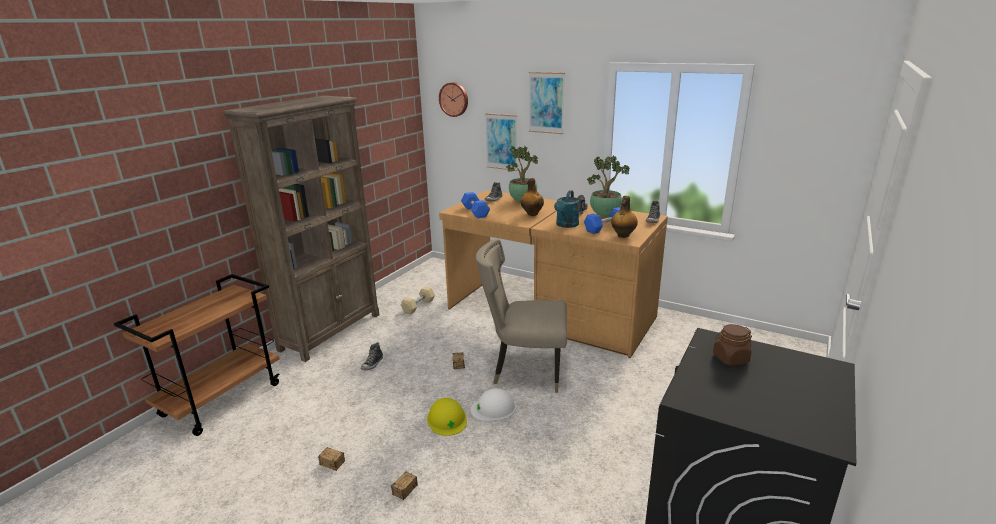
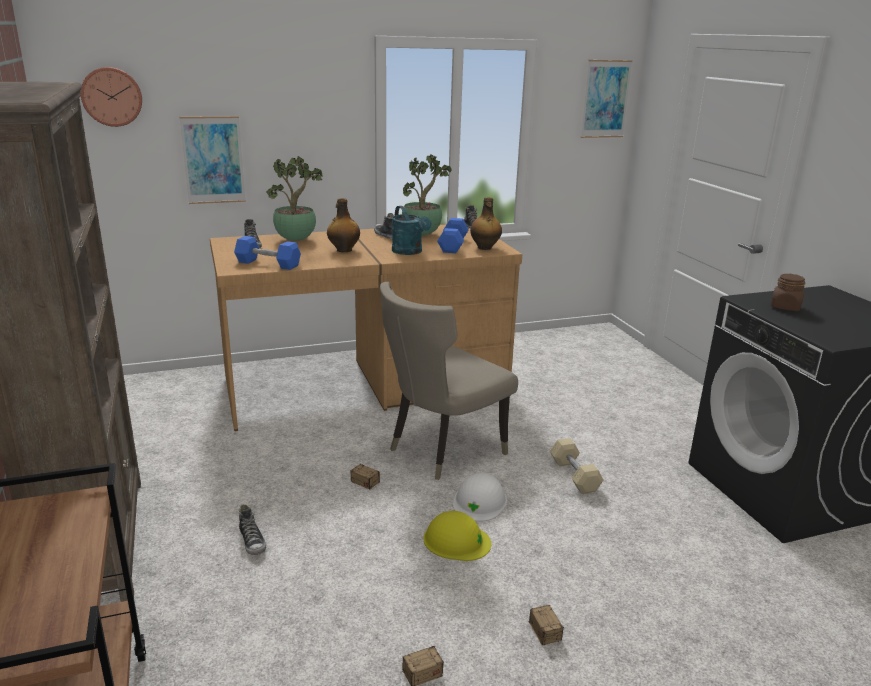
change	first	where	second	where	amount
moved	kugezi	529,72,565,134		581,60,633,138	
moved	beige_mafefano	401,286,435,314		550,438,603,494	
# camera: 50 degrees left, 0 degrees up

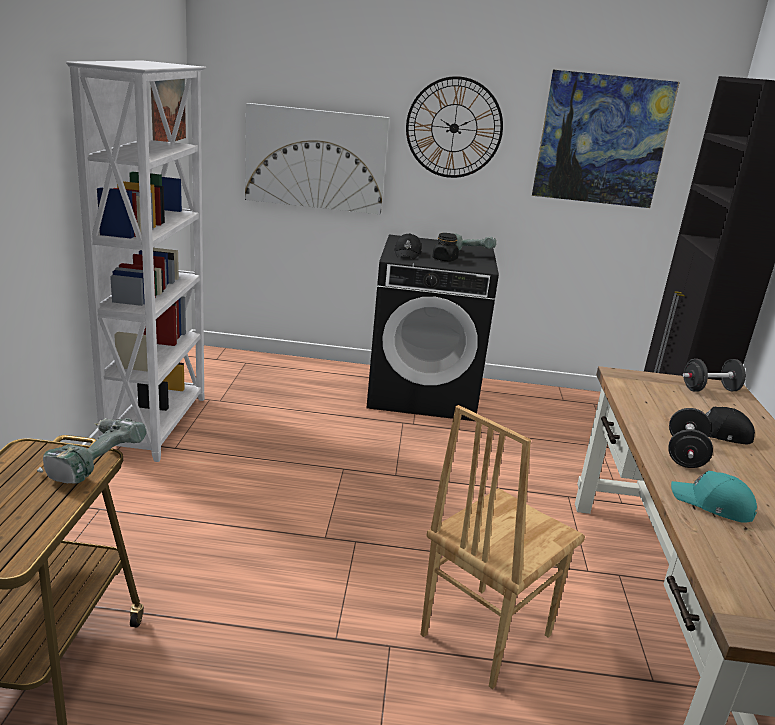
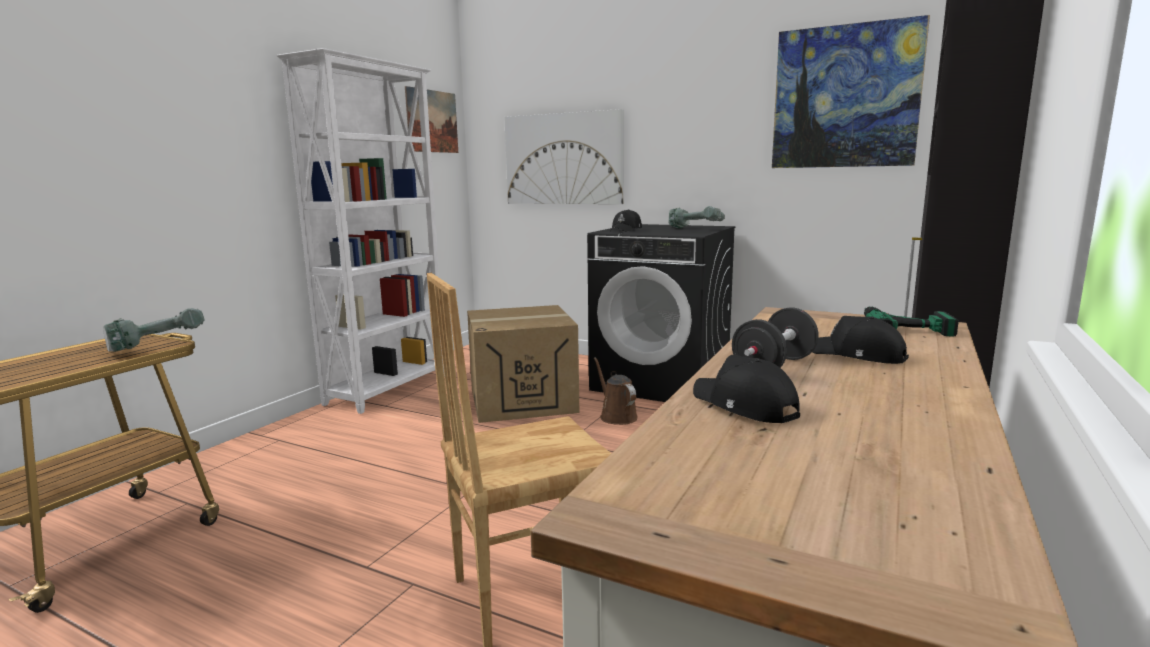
change	first	where	second	where	amount
removed	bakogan	406,76,503,178			
removed	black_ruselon	432,233,459,262			
replaced	black_mafefano	683,359,746,392	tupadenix	864,306,959,336	
recoloured	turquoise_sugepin	671,471,757,523	black_sugepin	693,355,800,423	
added			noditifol	467,305,579,423	
added			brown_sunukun	594,357,638,425	
# camera: 25 degrees right, 10 degrees down

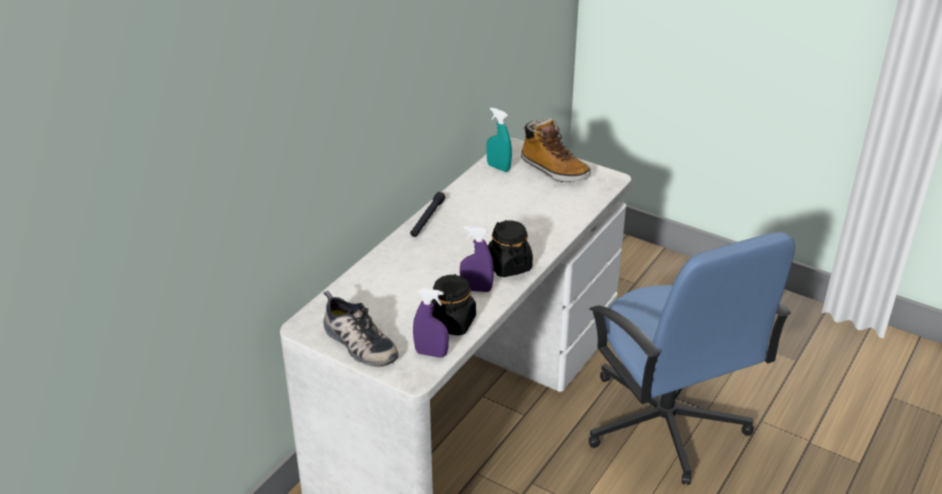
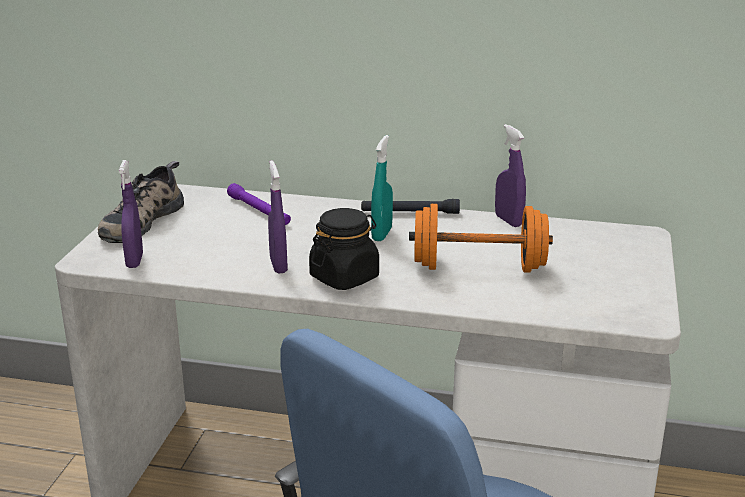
change	first	where	second	where	amount
moved	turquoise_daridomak	486,107,512,172		371,135,393,241	
removed	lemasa	521,118,591,182			
removed	black_ruselon	431,274,476,336			
added			purple_daridomak	495,124,526,227	
added			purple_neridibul	227,183,291,225	
added			orange_mafefano	409,204,553,273	
# camera: 70 degrees right, 10 degrees down

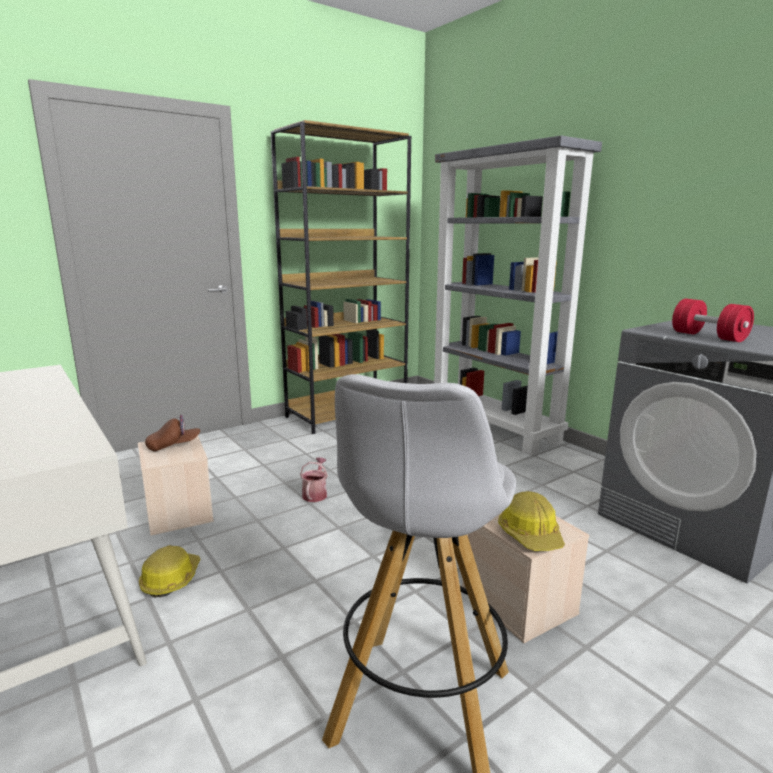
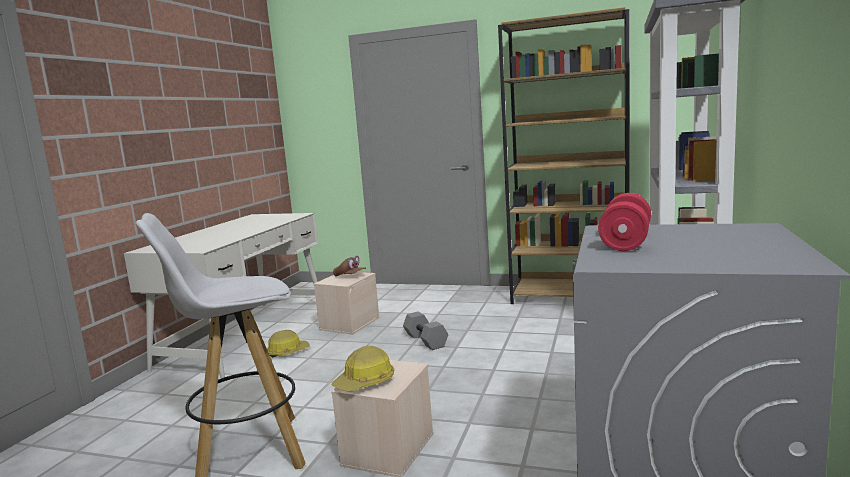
change	first	where	second	where	amount
replaced	sunukun	300,457,328,502	grey_mafefano	403,312,448,350	
# camera: 55 degrees right, 5 degrees down

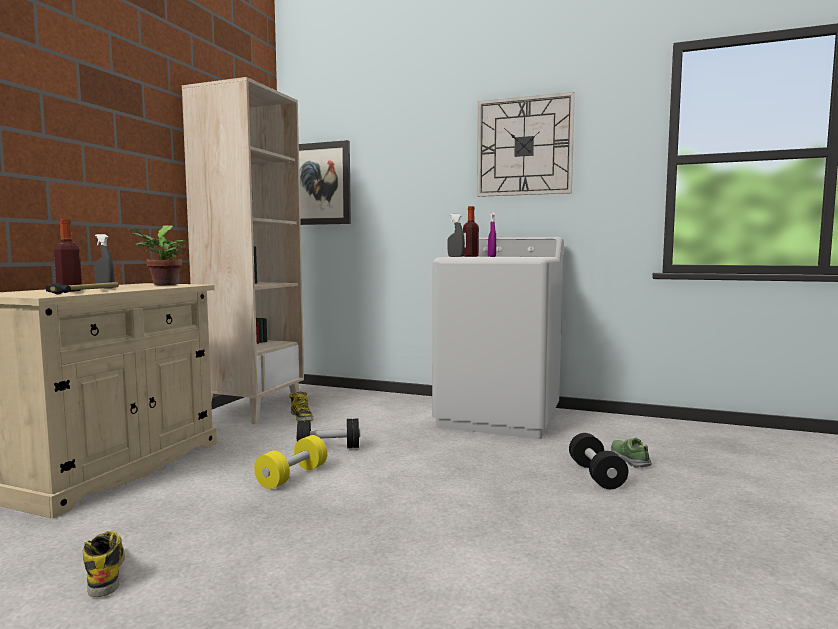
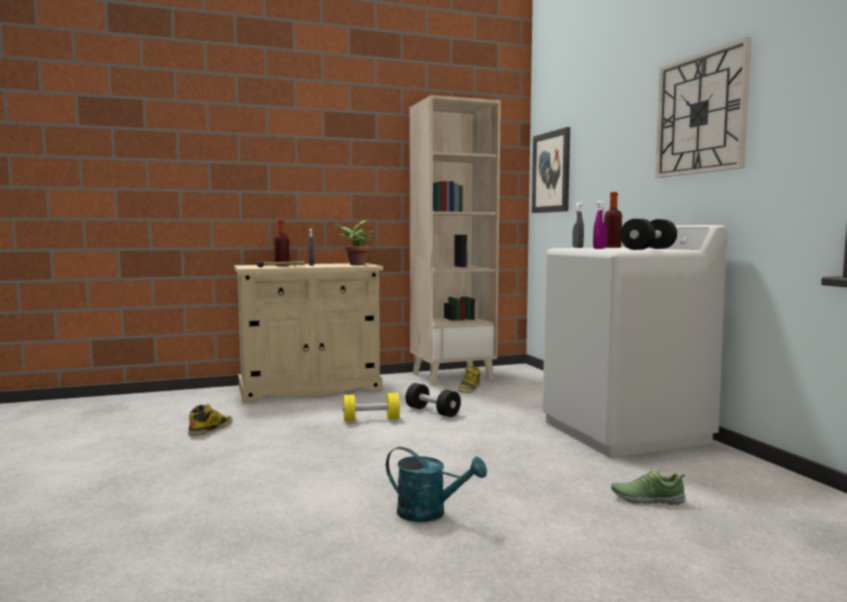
change	first	where	second	where	amount
moved	black_mafefano	569,433,628,489		620,219,677,250	
turned	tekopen	611,437,652,468		611,470,686,505	120 degrees counterclockwise
added			turquoise_sunukun	386,447,487,522	
# camera: 50 degrees right, 0 degrees up

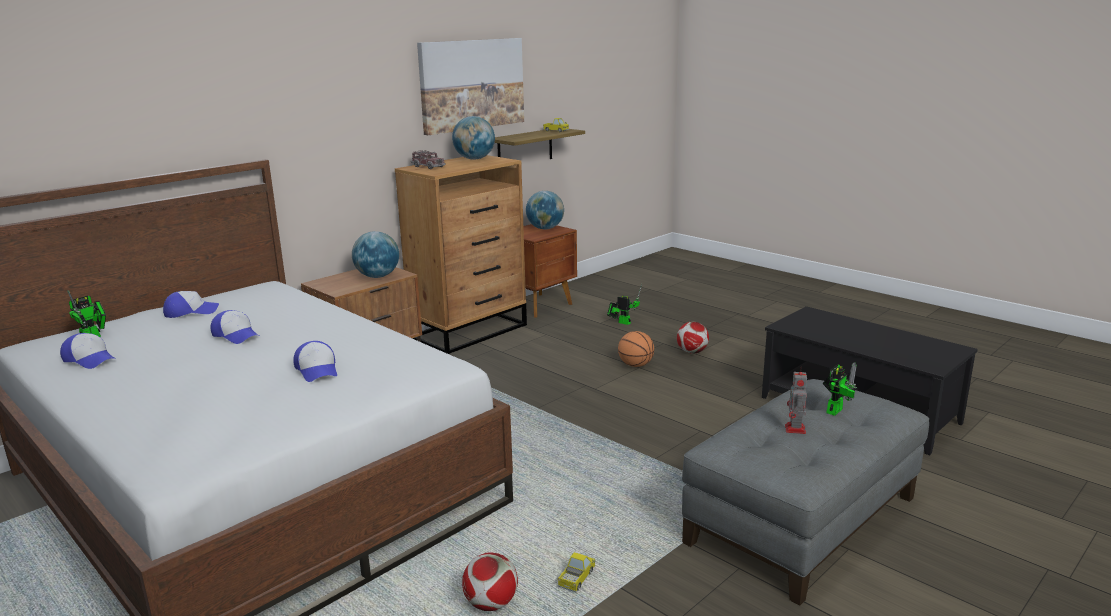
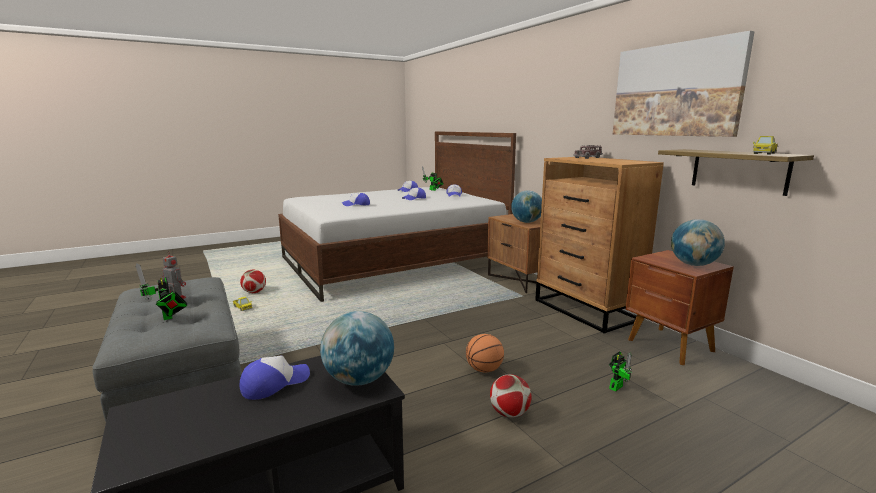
change	first	where	second	where	amount
moved	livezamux	452,116,495,160		320,311,394,386	
added			sugepin	239,355,310,400	
# camera: 105 degrees right, 5 degrees down

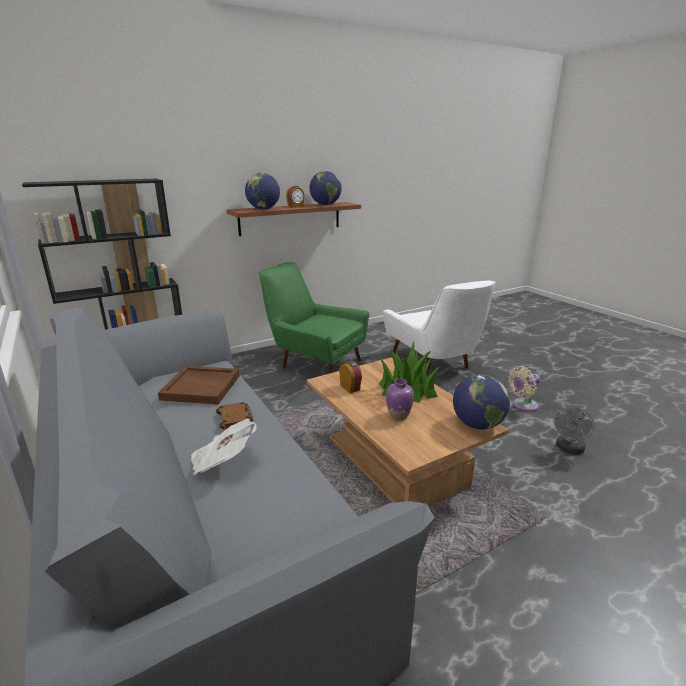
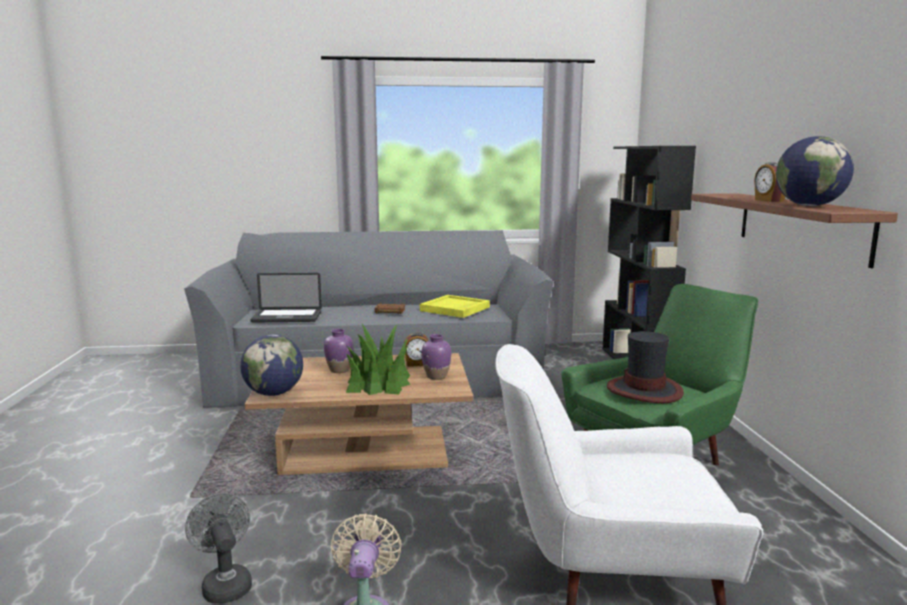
change	first	where	second	where	amount
removed	livezamux	245,173,280,209			
recoloured	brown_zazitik	158,366,240,405	yellow_zazitik	420,295,490,318	
removed	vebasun	191,418,257,475			
added			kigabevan	250,273,322,323	
added			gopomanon	607,331,684,403	
added			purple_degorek	421,334,451,380	
# camera: 115 degrees right, 10 degrees down

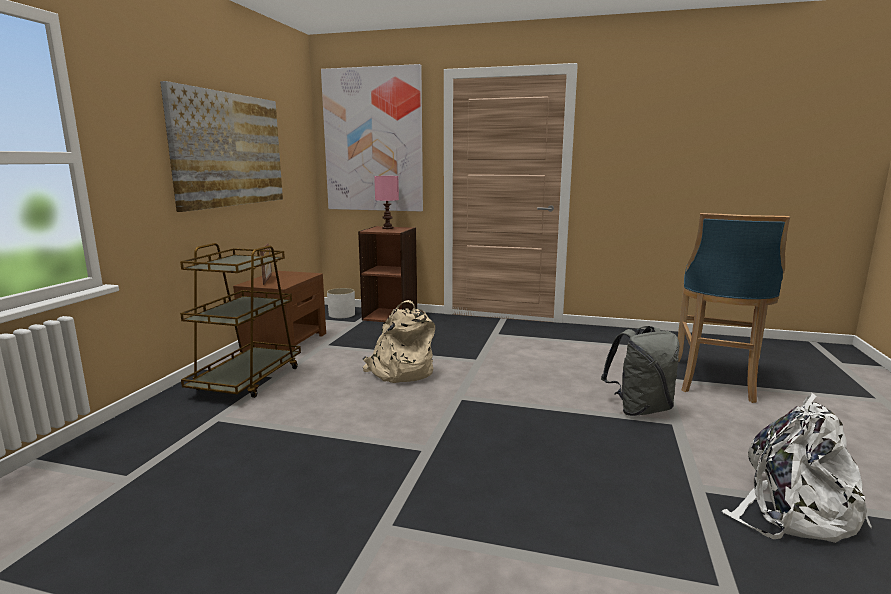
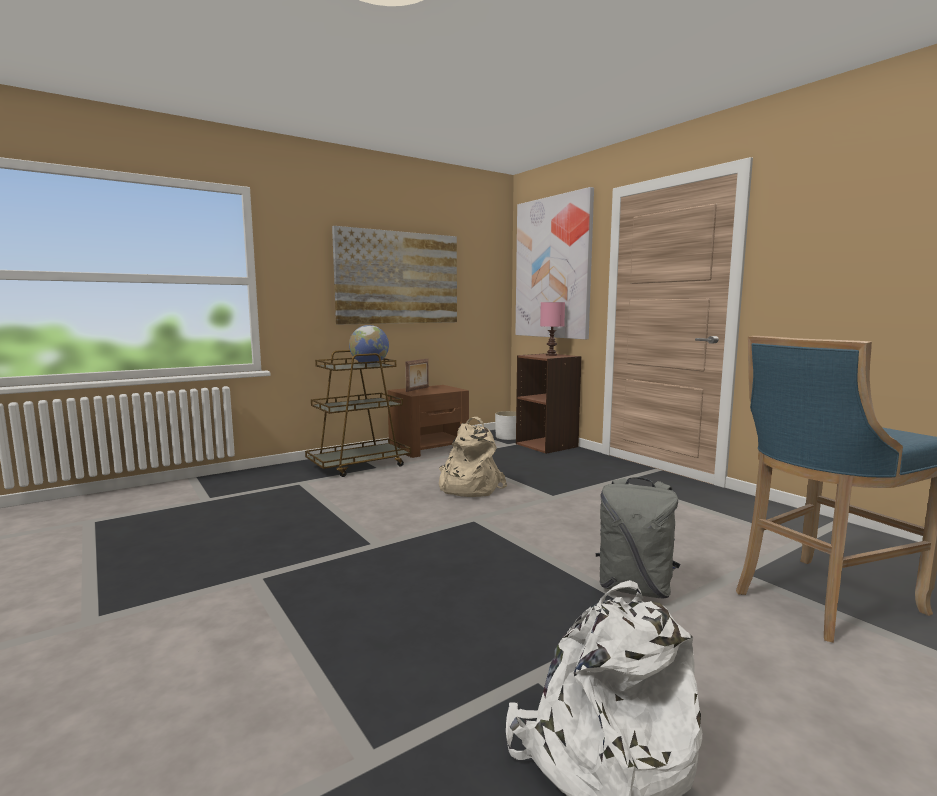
change	first	where	second	where	amount
added			livezamux	349,325,389,365	
# camera: 40 degrees right, 5 degrees down

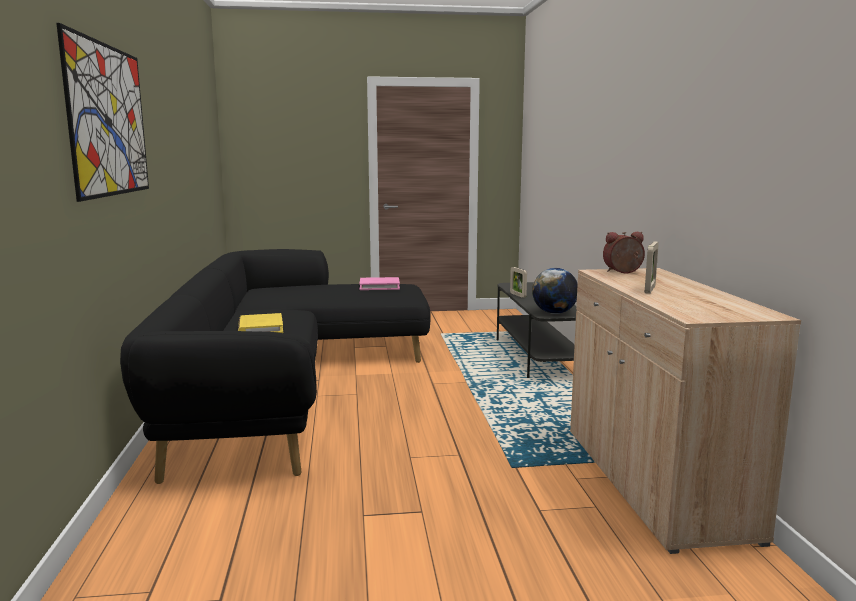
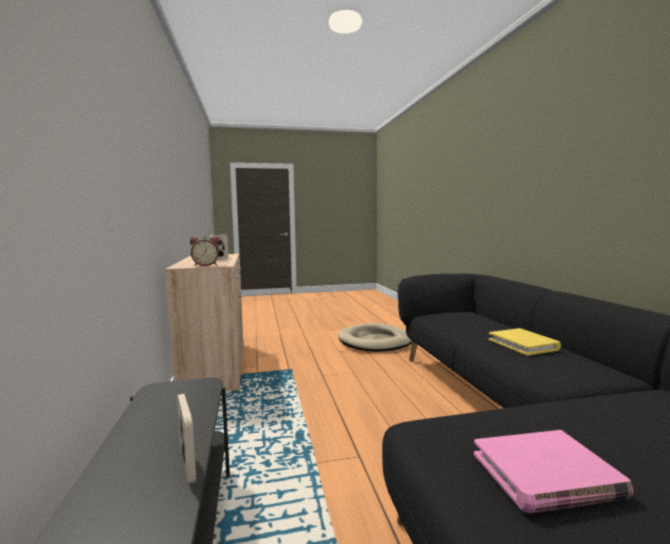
change	first	where	second	where	amount
removed	kugezi	56,23,149,202			
removed	livezamux	532,268,578,314			
added			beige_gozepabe	338,323,412,352	
# camera: 175 degrees right, 5 degrees down

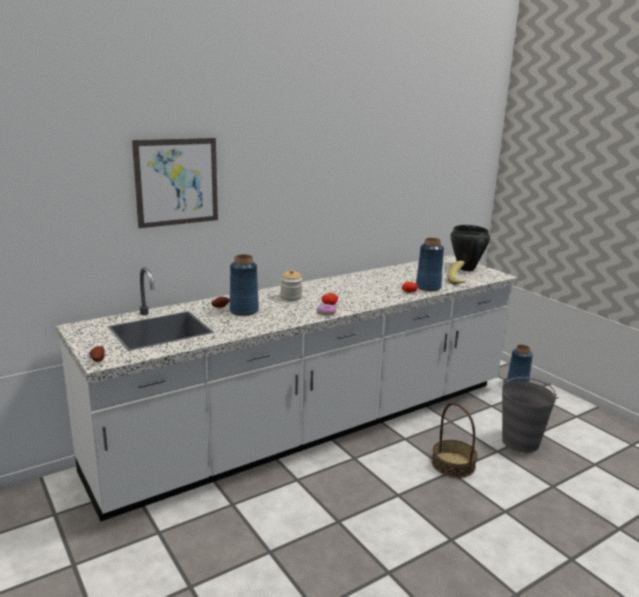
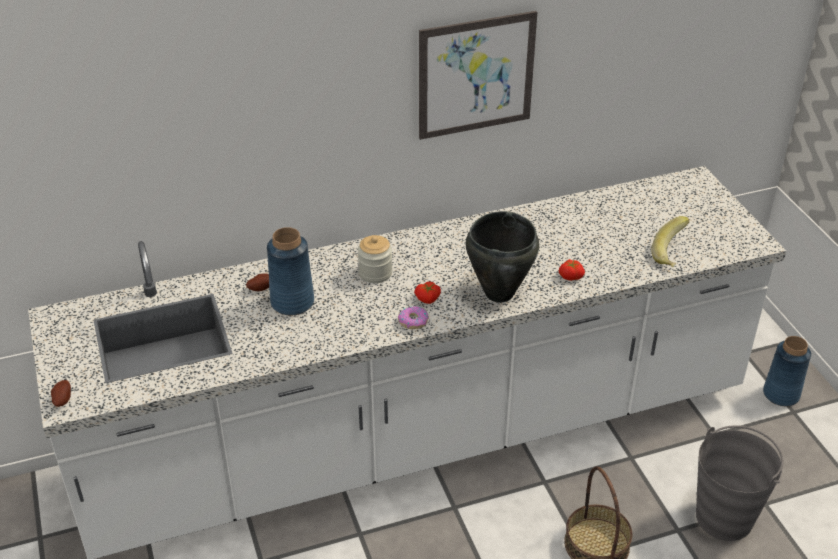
change	first	where	second	where	amount
moved	kugezi	132,138,218,228		419,11,537,140	
moved	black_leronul	451,225,490,271		466,211,539,302	
removed	blue_degorek	416,238,444,291			
# camera: 15 degrees right, 20 degrees up

